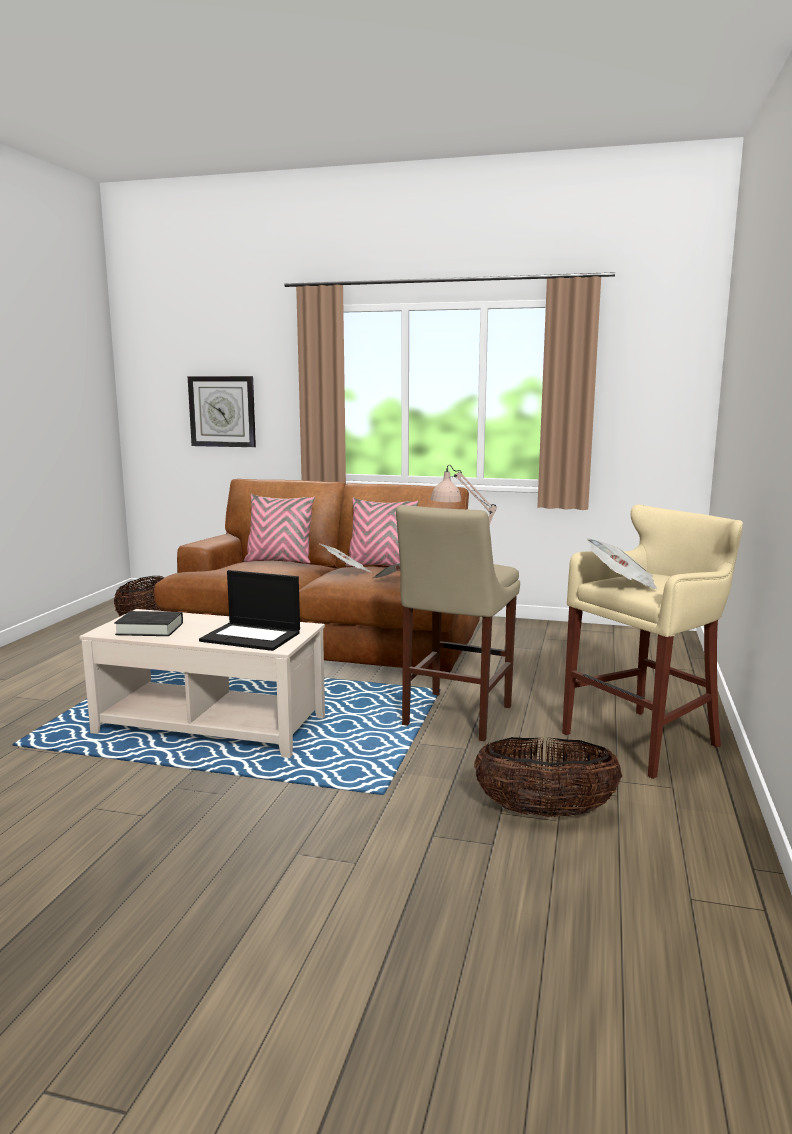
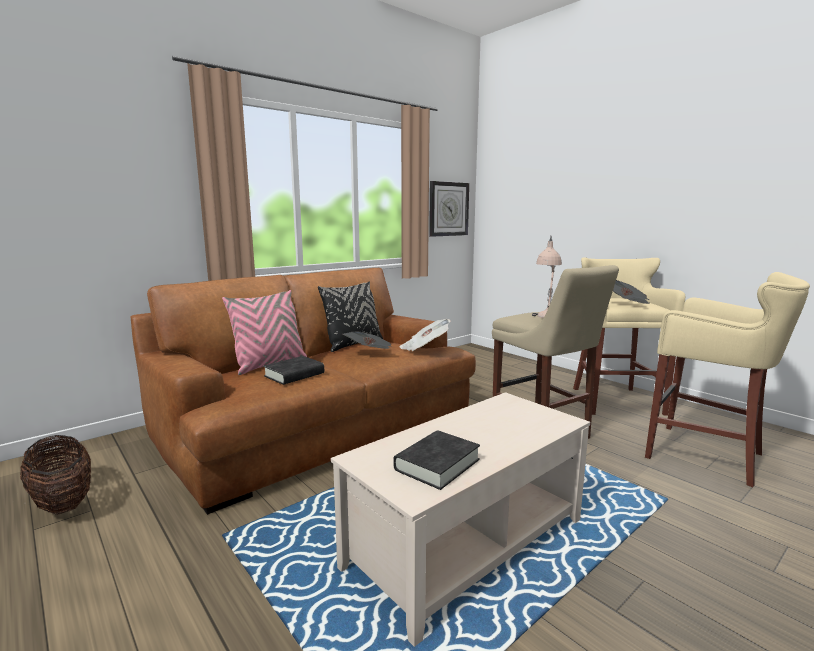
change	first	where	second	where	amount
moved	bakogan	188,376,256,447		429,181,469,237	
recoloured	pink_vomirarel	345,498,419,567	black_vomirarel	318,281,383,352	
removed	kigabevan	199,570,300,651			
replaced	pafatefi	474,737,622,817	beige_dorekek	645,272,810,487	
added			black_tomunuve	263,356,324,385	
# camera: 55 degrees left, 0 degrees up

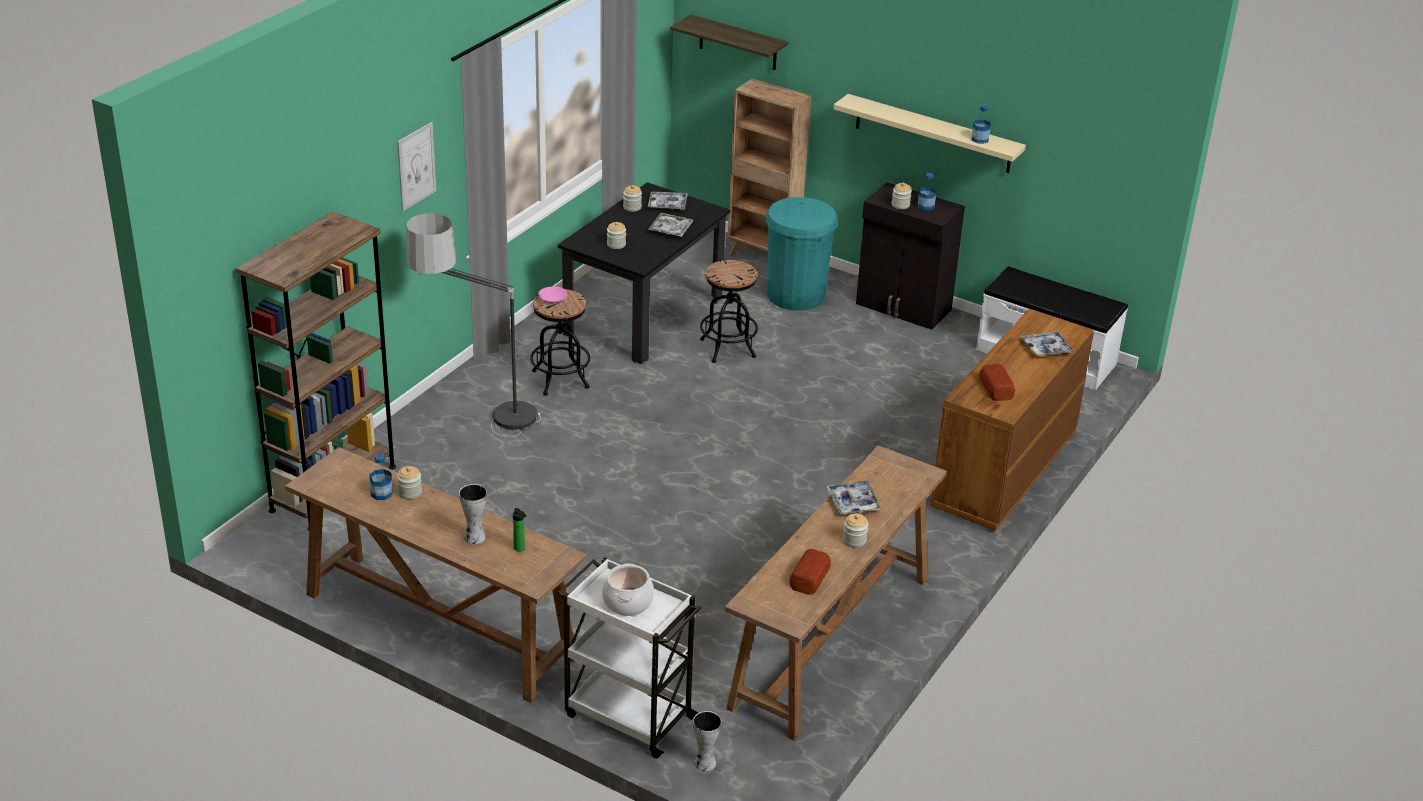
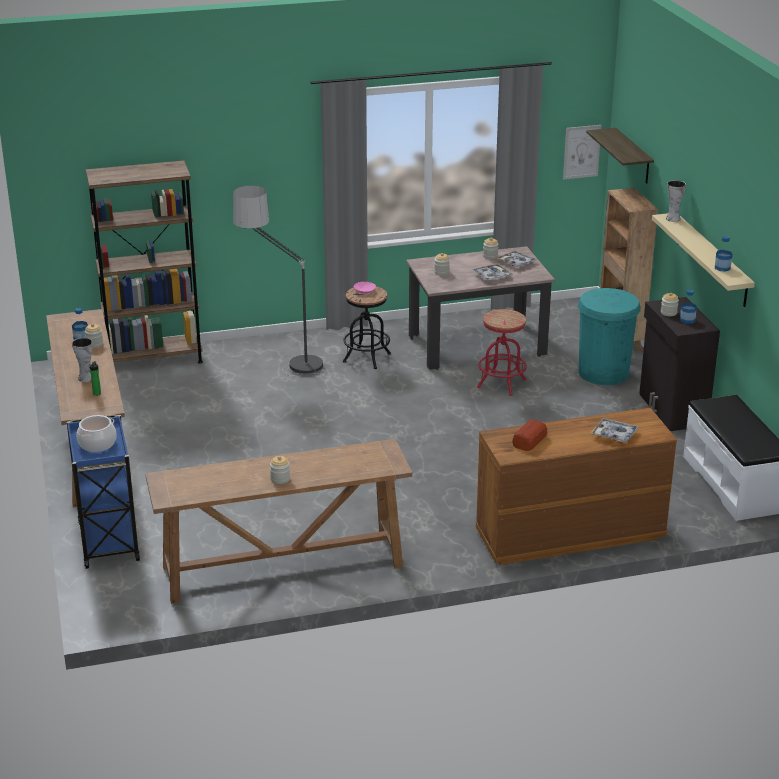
change	first	where	second	where	amount
moved	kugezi	397,122,436,211		563,125,601,179	
recoloured	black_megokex	558,182,730,364	beige_megokex	406,246,555,370	
recoloured	black_dorekek	700,260,758,363	red_dorekek	477,309,527,396	
removed	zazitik	827,481,882,514			
removed	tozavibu	789,549,831,595			
recoloured	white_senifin	558,557,702,759	blue_senifin	67,414,140,569	
moved	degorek	693,711,722,771		666,180,686,222	
# camera: 45 degrees right, 5 degrees down

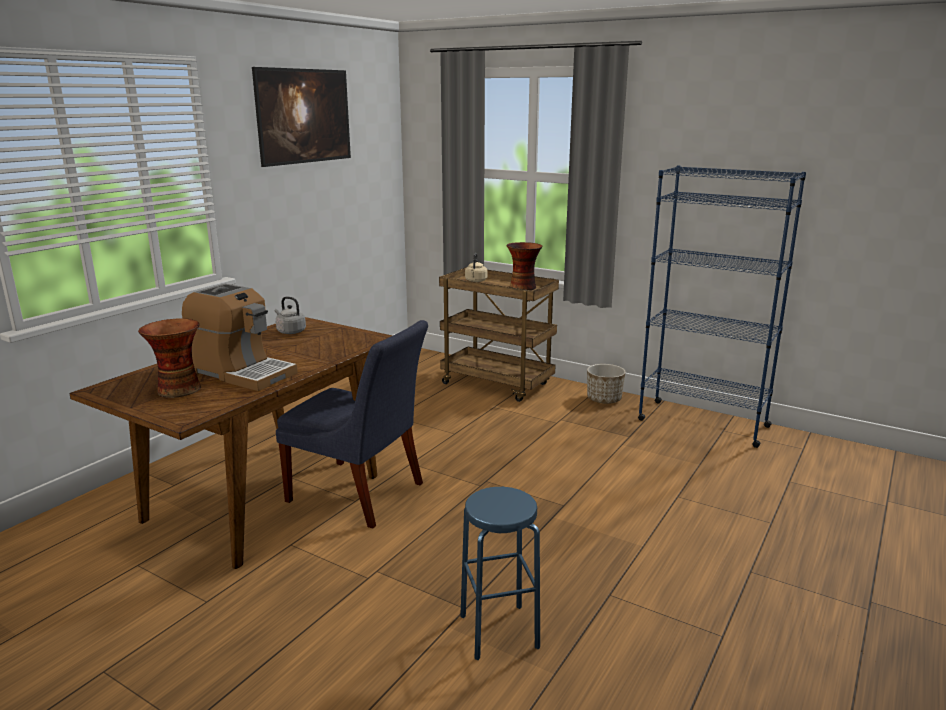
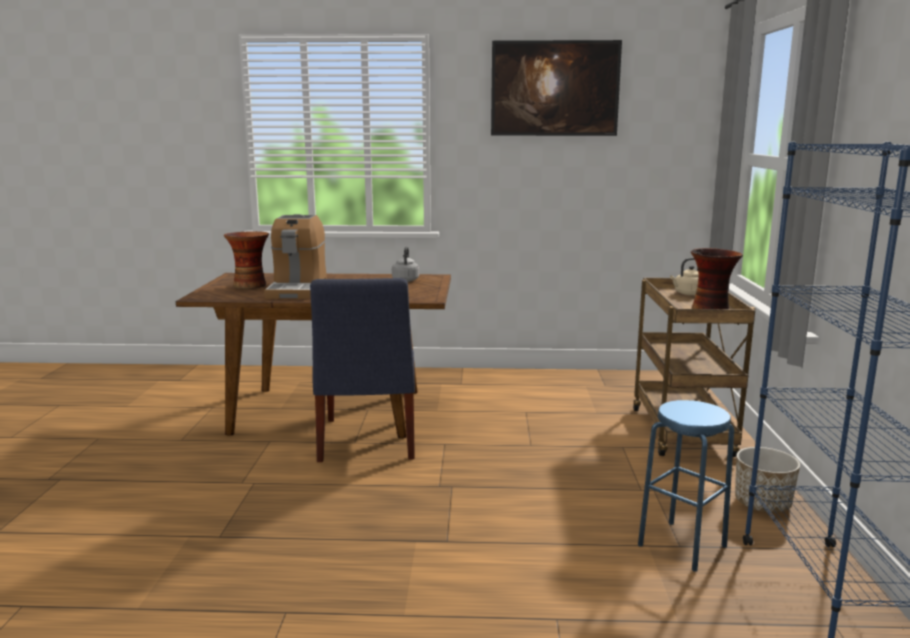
change	first	where	second	where	amount
moved	blue_dorekek	460,487,540,660		638,400,734,572	
# camera: 60 degrees right, 5 degrees down

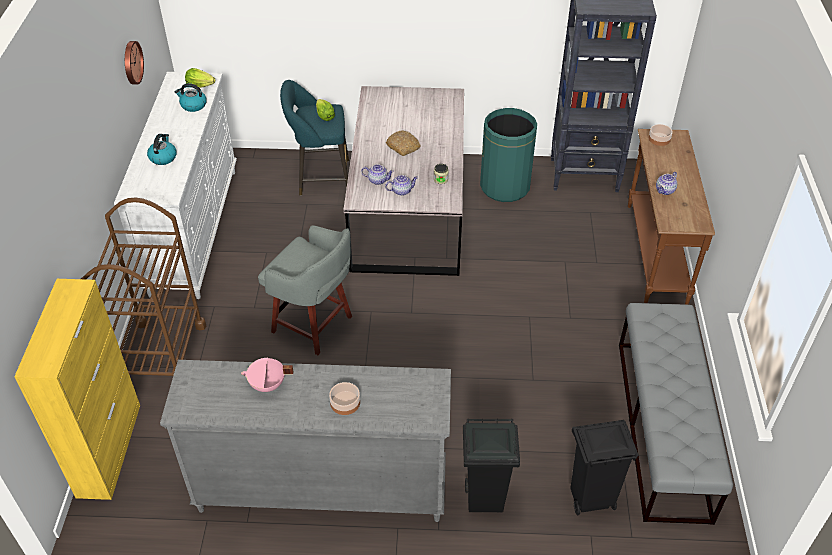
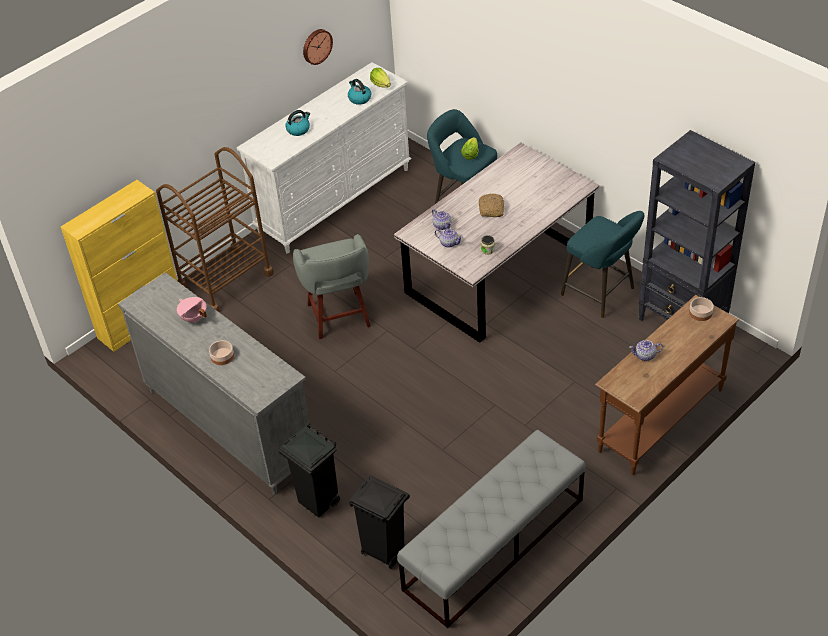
change	first	where	second	where	amount
replaced	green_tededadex	480,108,537,202	turquoise_dorekek	561,211,644,318	
# camera: 45 degrees right, 0 degrees up

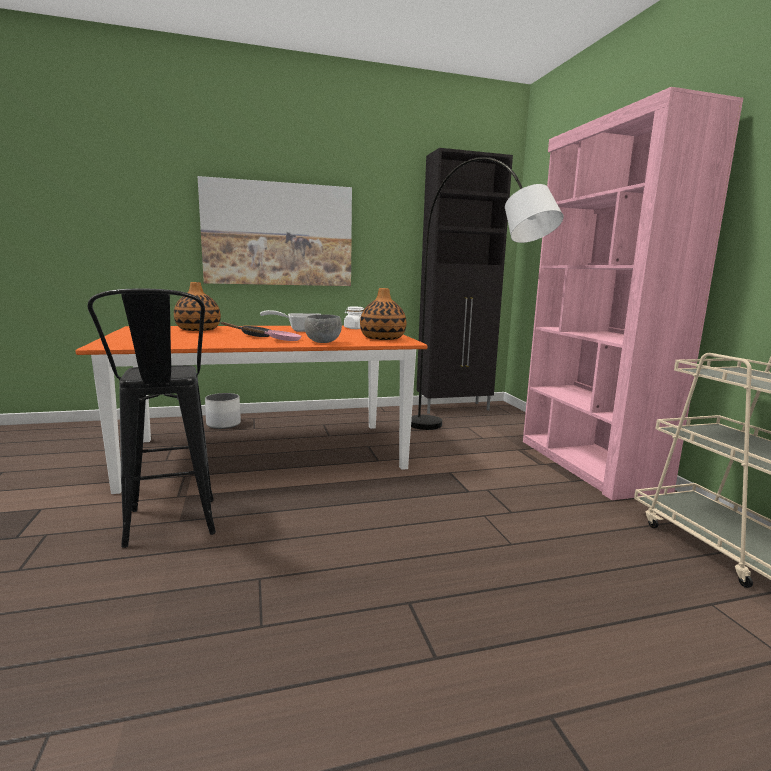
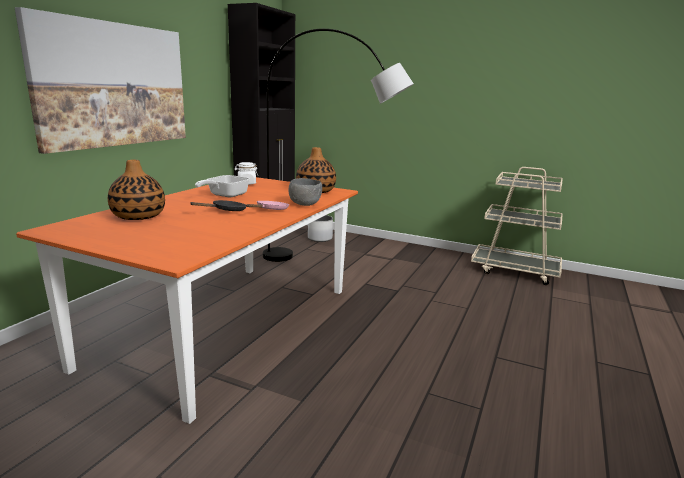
change	first	where	second	where	amount
removed	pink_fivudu	523,87,743,500			
removed	black_dorekek	88,288,216,548			
moved	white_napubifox	205,393,241,429		308,215,333,242	
# camera: 50 degrees left, 5 degrees up

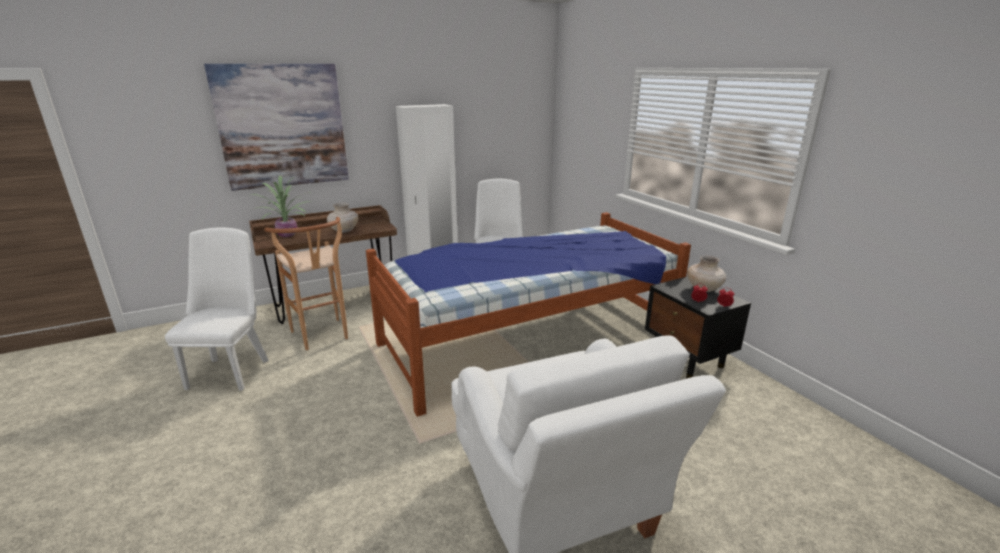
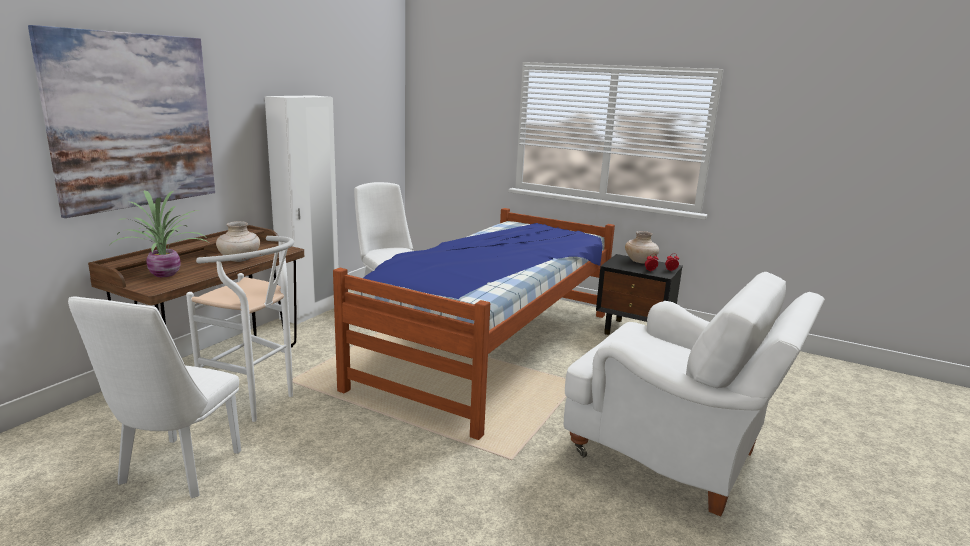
change	first	where	second	where	amount
recoloured	brown_dorekek	264,217,348,350	white_dorekek	186,236,294,422	
turned	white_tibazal	165,227,269,391		68,296,241,498	135 degrees counterclockwise
# camera: 35 degrees left, 5 degrees down

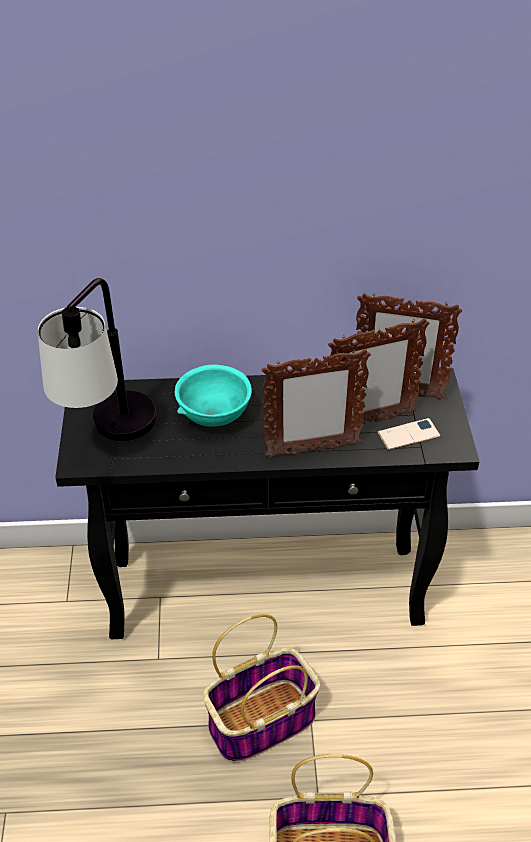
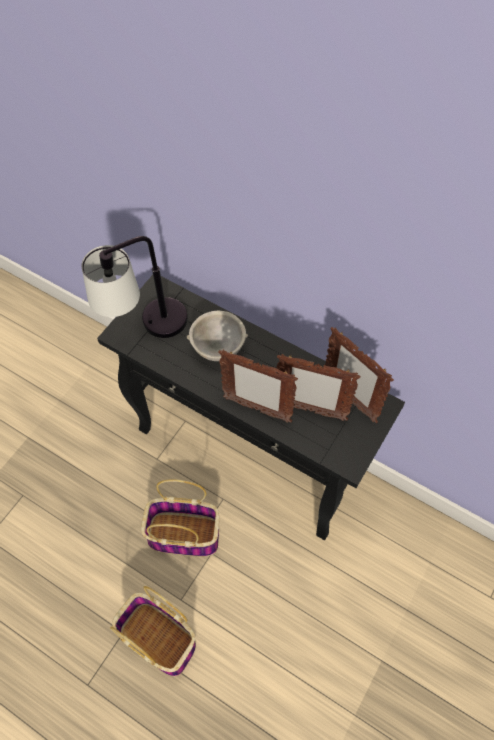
change	first	where	second	where	amount
recoloured	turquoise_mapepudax	175,365,252,427	grey_mapepudax	187,311,248,361	
removed	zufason	377,418,441,450			
# camera: 35 degrees right, 15 degrees up

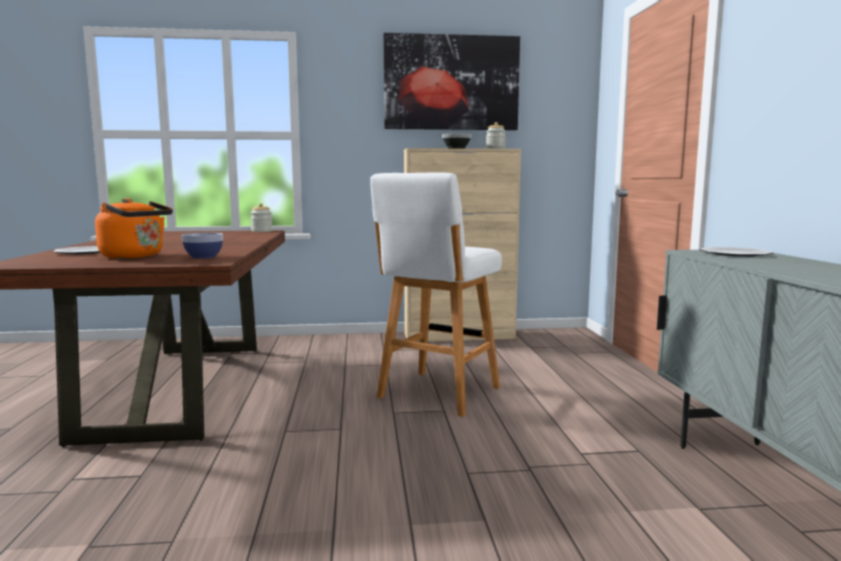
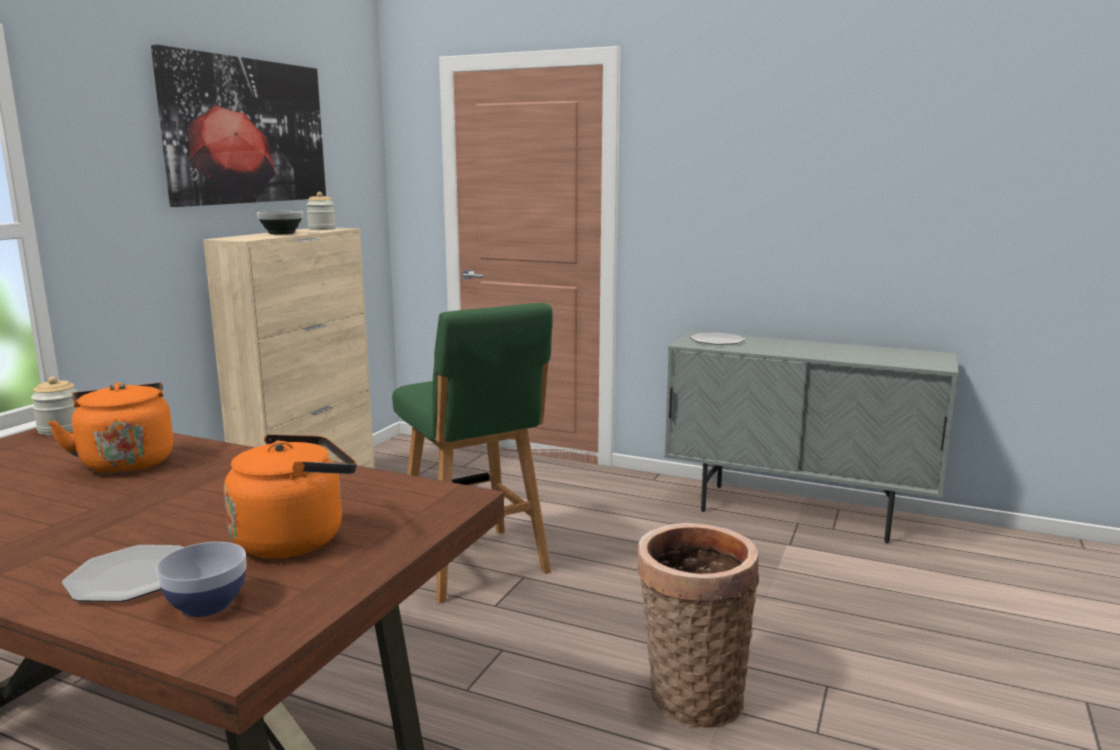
change	first	where	second	where	amount
recoloured	white_dorekek	371,172,502,417	green_dorekek	392,303,553,604	
moved	mapepudax	182,233,223,259		156,542,246,617	
added			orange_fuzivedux	48,382,174,474	
added			pafatefi	637,523,759,728	
# camera: 60 degrees left, 5 degrees up

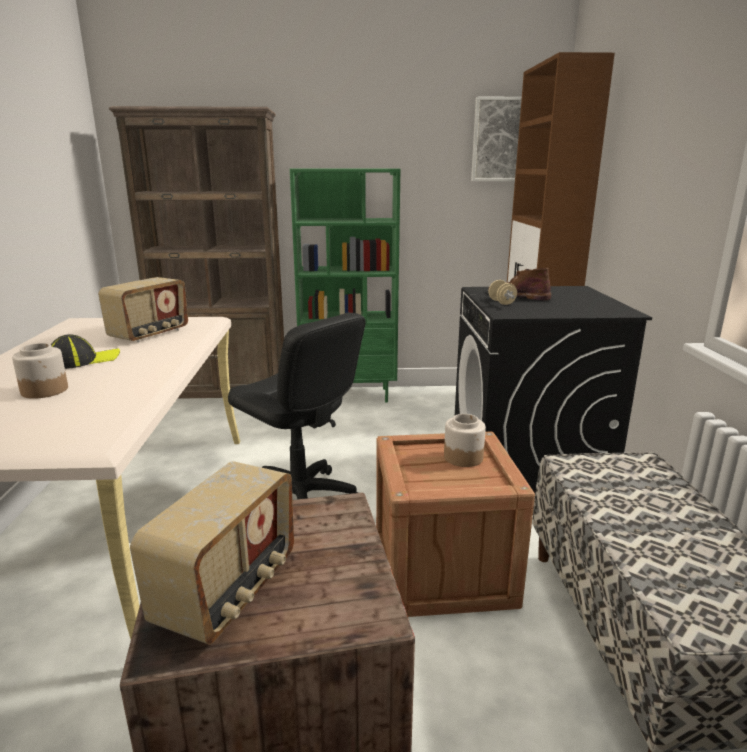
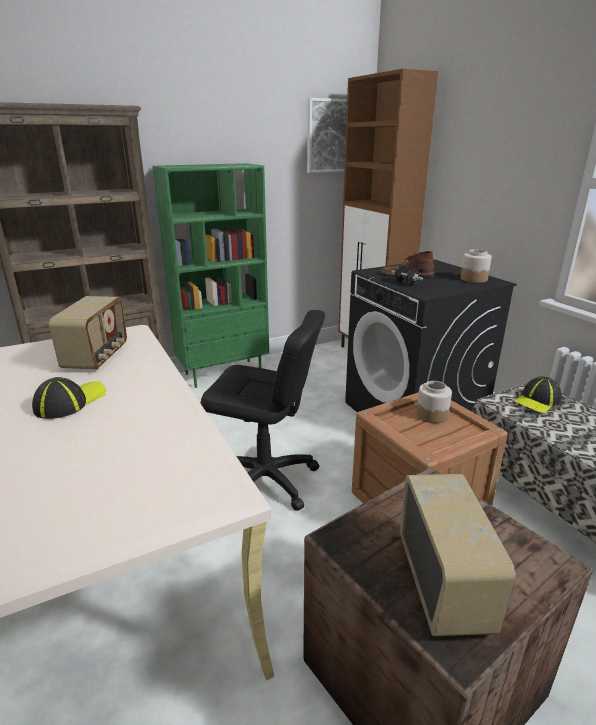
change	first	where	second	where	amount
recoloured	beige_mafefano	489,280,517,305	black_mafefano	391,265,423,285	
moved	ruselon	12,343,68,399		461,249,492,283	
added			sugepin	514,376,562,414	
# camera: 25 degrees left, 5 degrees up

